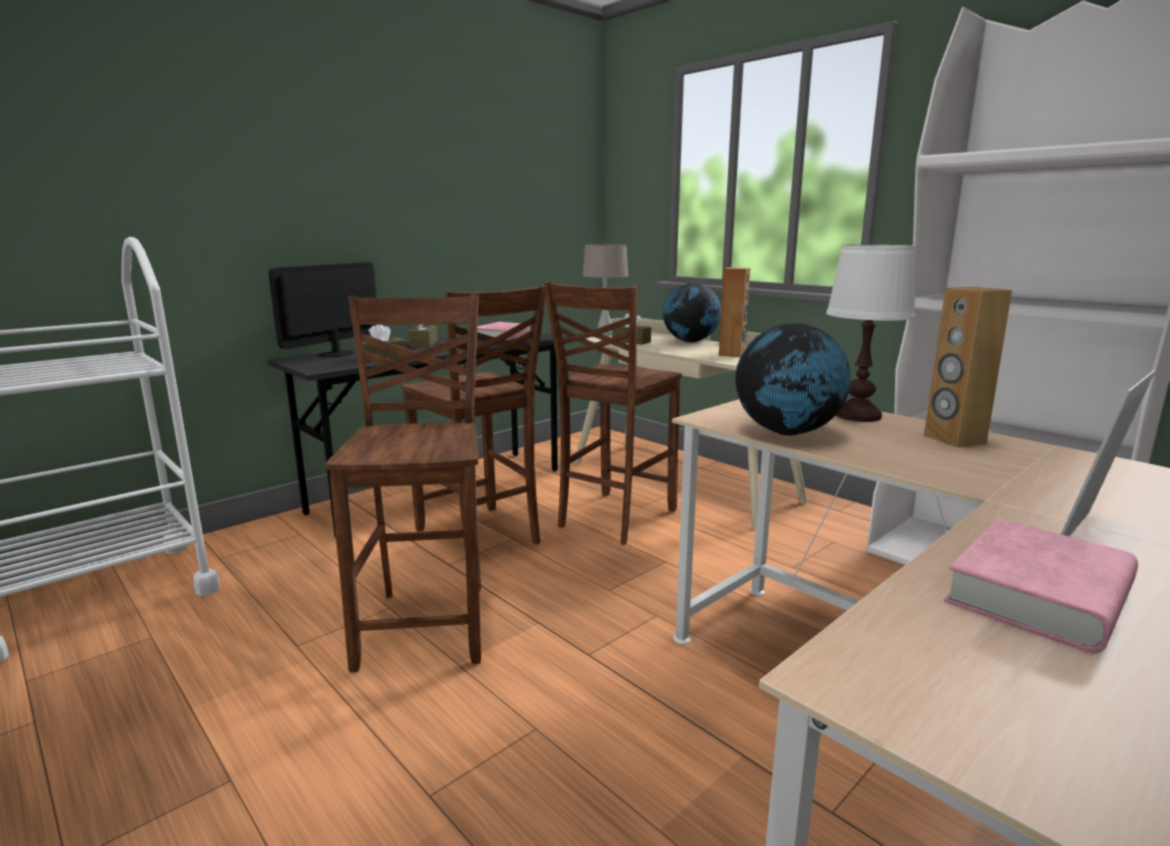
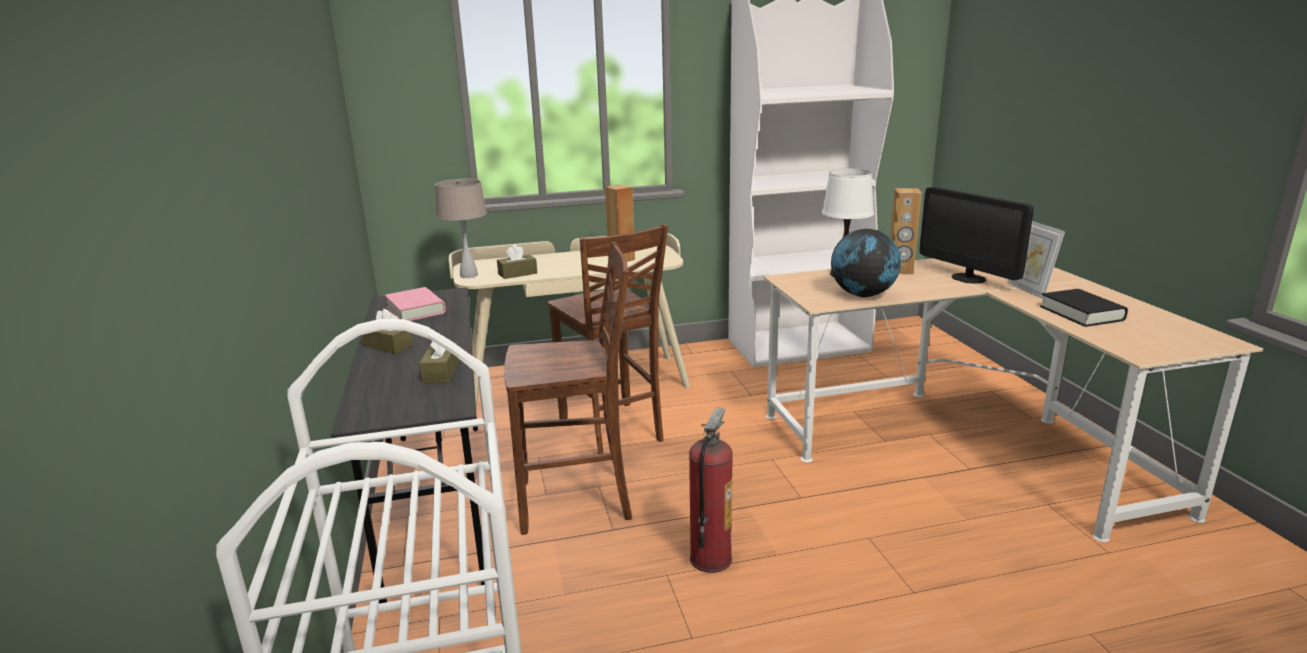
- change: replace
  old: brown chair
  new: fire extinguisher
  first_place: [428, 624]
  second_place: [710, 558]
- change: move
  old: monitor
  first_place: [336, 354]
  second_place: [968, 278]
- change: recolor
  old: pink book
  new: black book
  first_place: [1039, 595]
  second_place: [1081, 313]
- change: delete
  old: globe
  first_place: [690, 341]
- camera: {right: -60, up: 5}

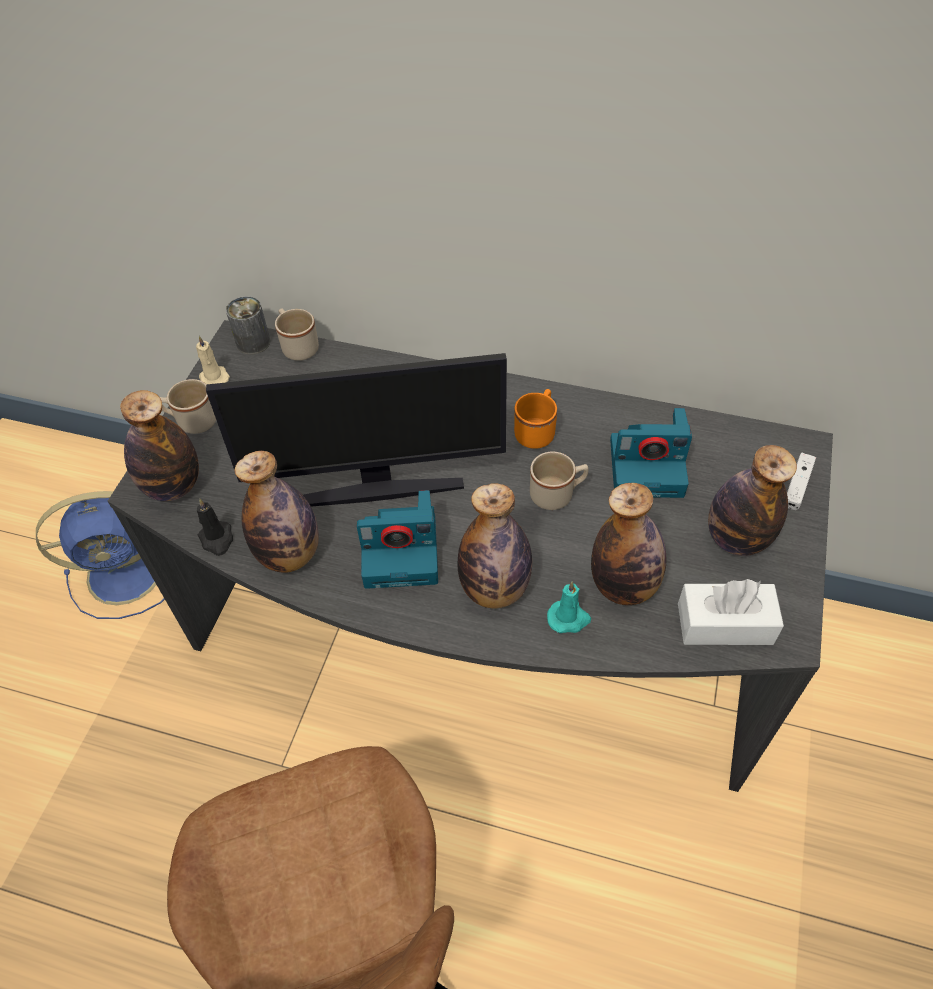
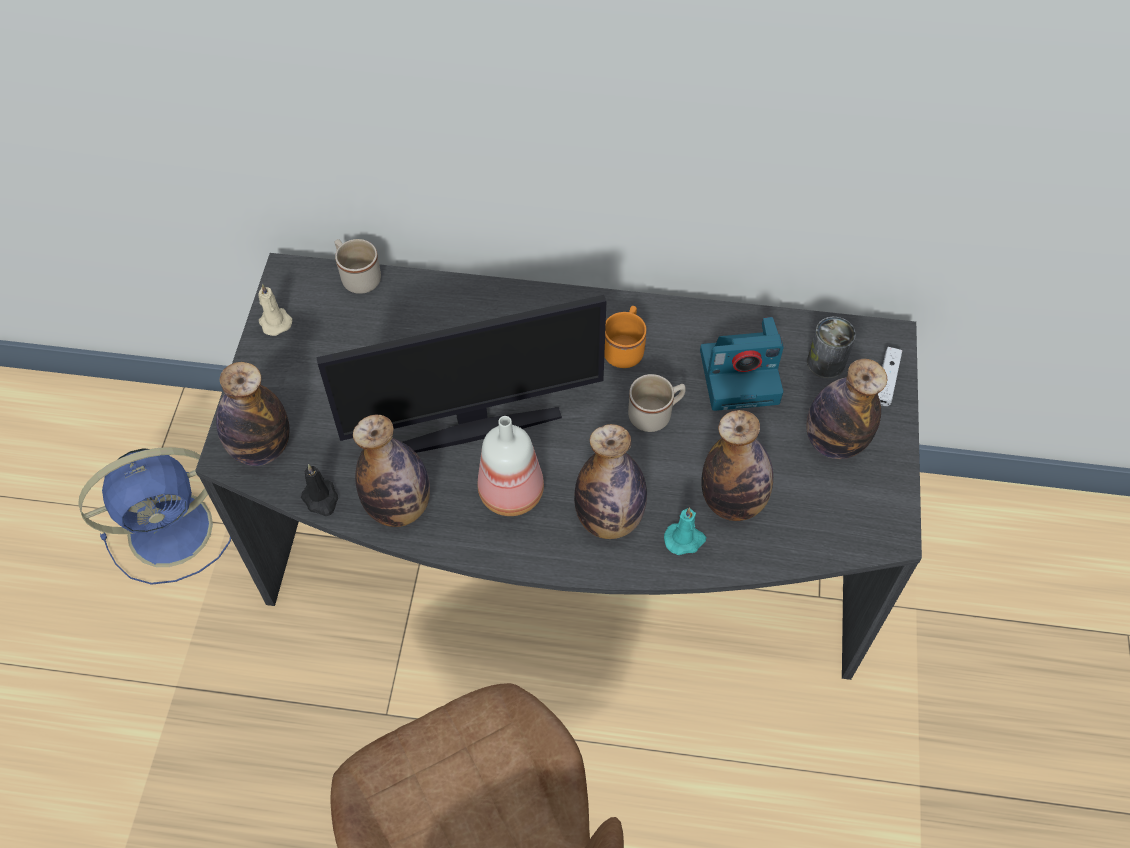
- change: replace
  old: photo camera
  new: bottle
  first_place: [403, 551]
  second_place: [512, 490]
- change: move
  old: can
  first_place: [253, 342]
  second_place: [826, 362]
- change: delete
  old: beige mug
  first_place: [191, 421]
- change: delete
  old: white tissue box
  first_place: [724, 624]
- camera: {right: -10, up: 5}

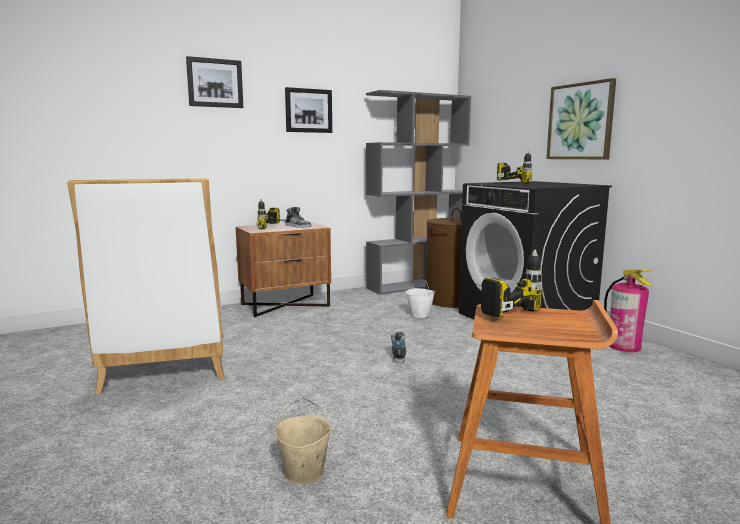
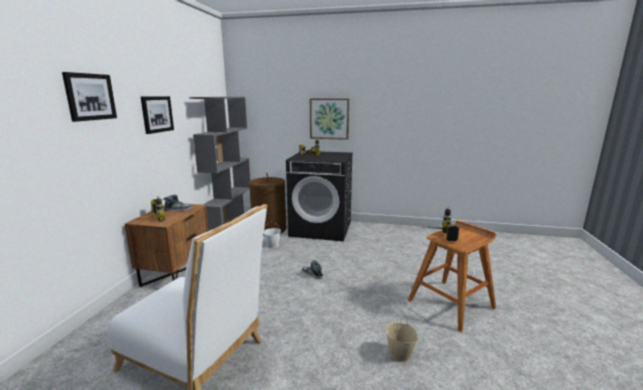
- change: delete
  old: fire extinguisher
  first_place: [624, 346]
- camera: {right: -50, up: 5}

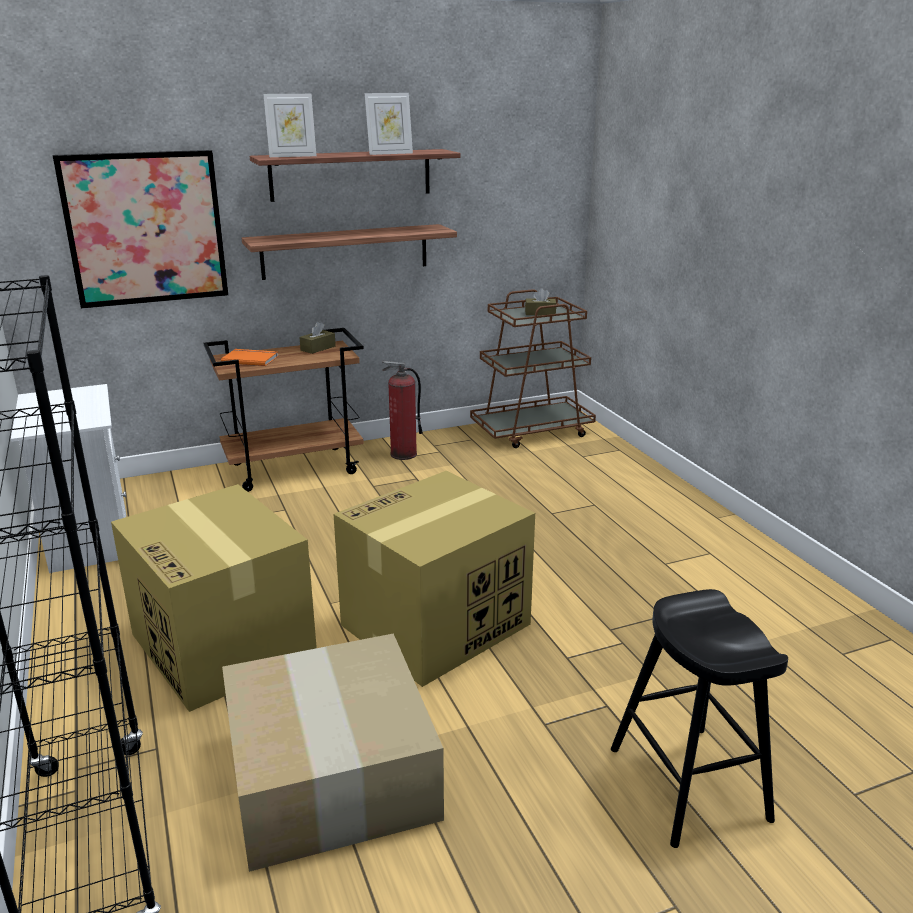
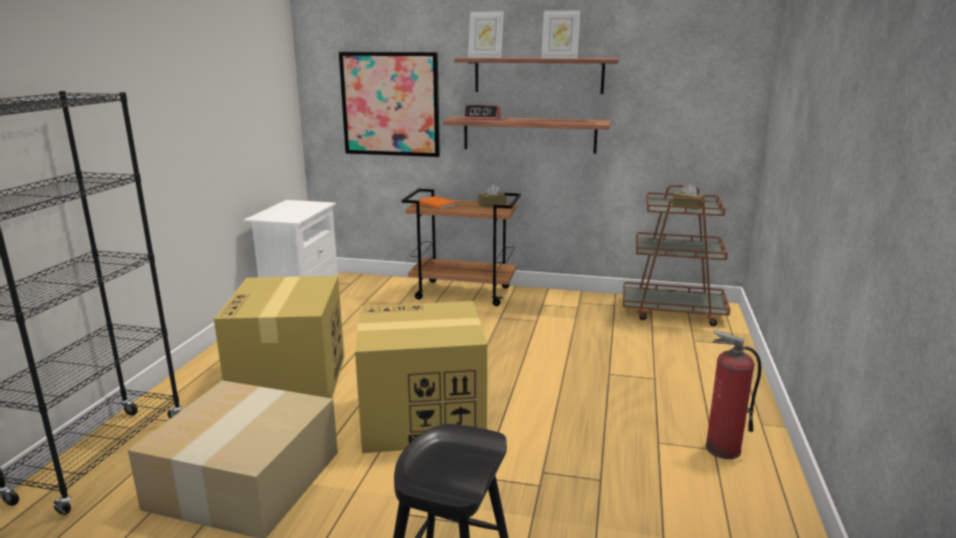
- change: insert
  new: alarm clock
  second_place: [482, 118]
- change: move
  old: fire extinguisher
  first_place: [403, 454]
  second_place: [722, 449]
- camera: {right: 35, up: -5}

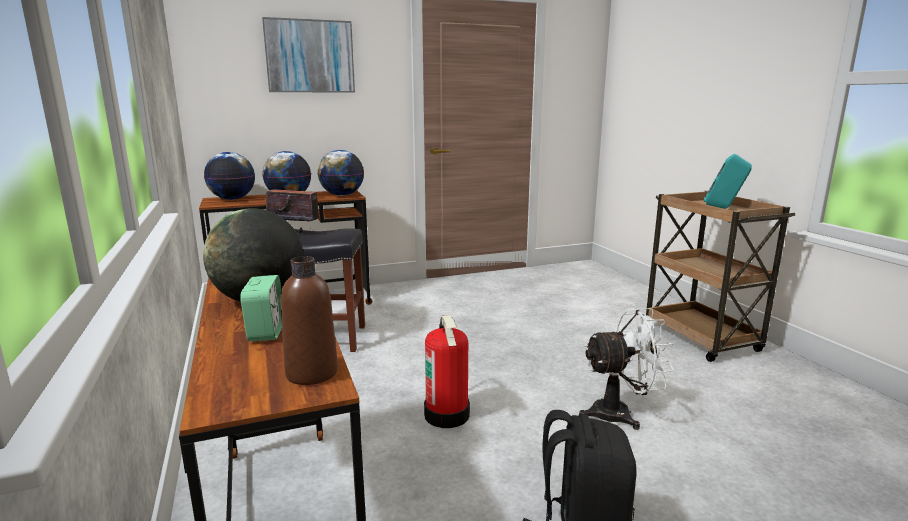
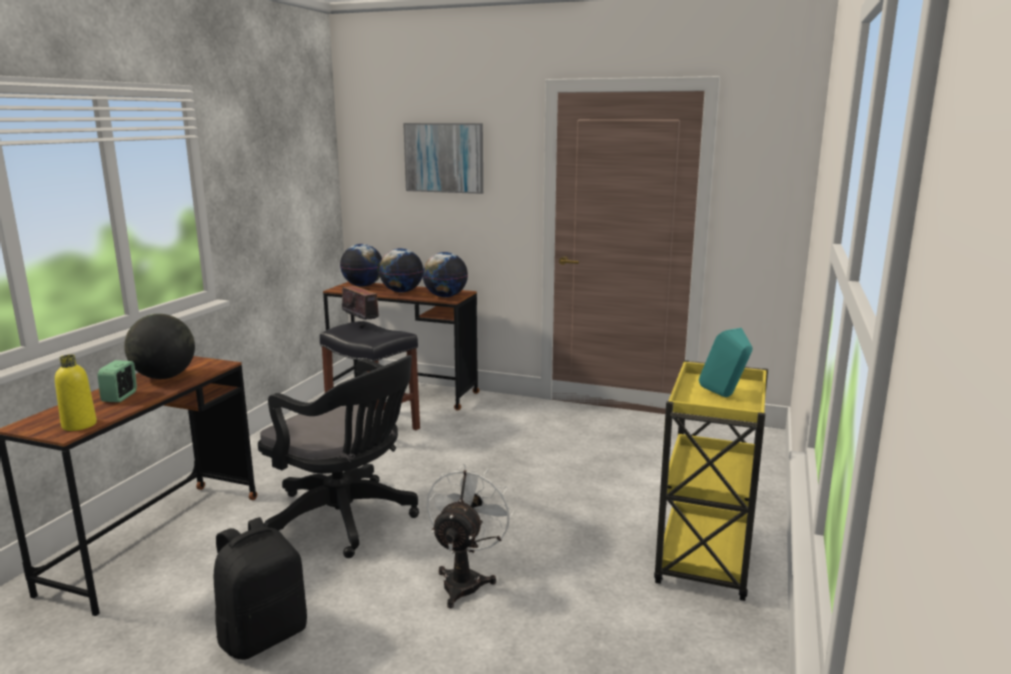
- change: recolor
  old: brown bottle
  new: yellow bottle
  first_place: [312, 373]
  second_place: [79, 425]
- change: rotate
  old: alarm clock
  first_place: [266, 332]
  second_place: [120, 397]
  degrees: 150
- change: replace
  old: fire extinguisher
  new: black office chair
  first_place: [447, 415]
  second_place: [347, 520]
- change: rotate
  old: white fan
  first_place: [620, 413]
  second_place: [465, 580]
  degrees: -105
- change: recolor
  old: brown cart
  new: yellow cart
  first_place: [701, 338]
  second_place: [705, 559]
- camera: {right: 40, up: 0}

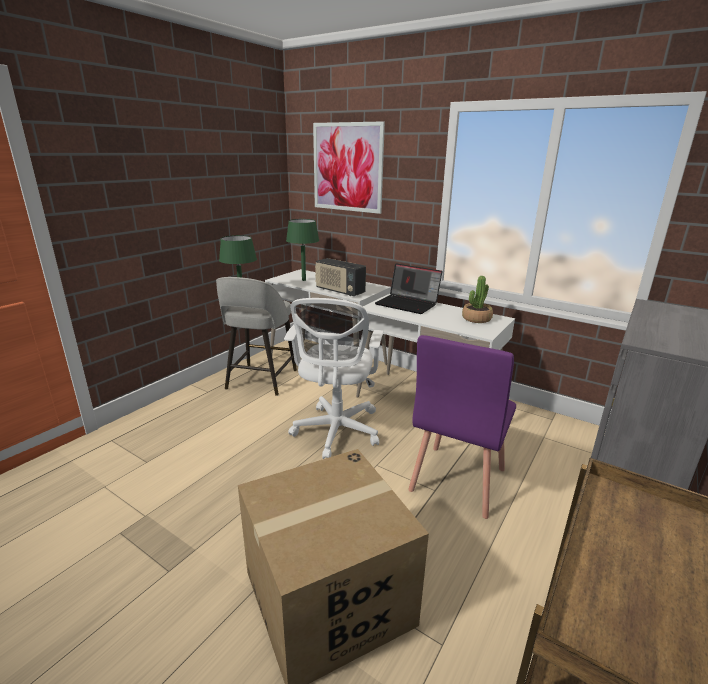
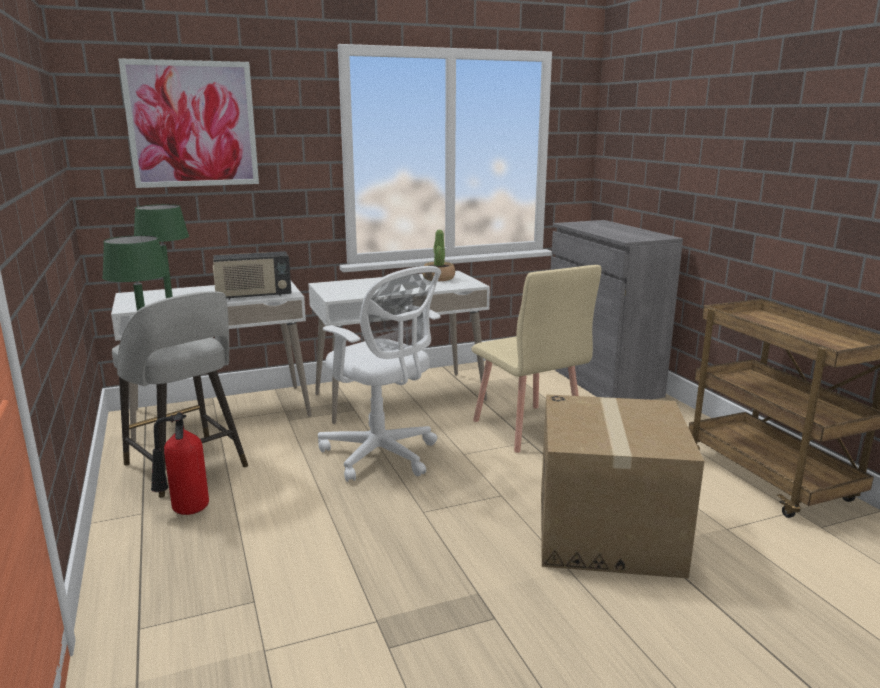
- change: insert
  new: fire extinguisher
  second_place: [185, 512]
- change: recolor
  old: purple chair
  new: beige chair
  first_place: [456, 480]
  second_place: [527, 428]
- change: delete
  old: laptop
  first_place: [408, 304]
- camera: {right: -55, up: -5}

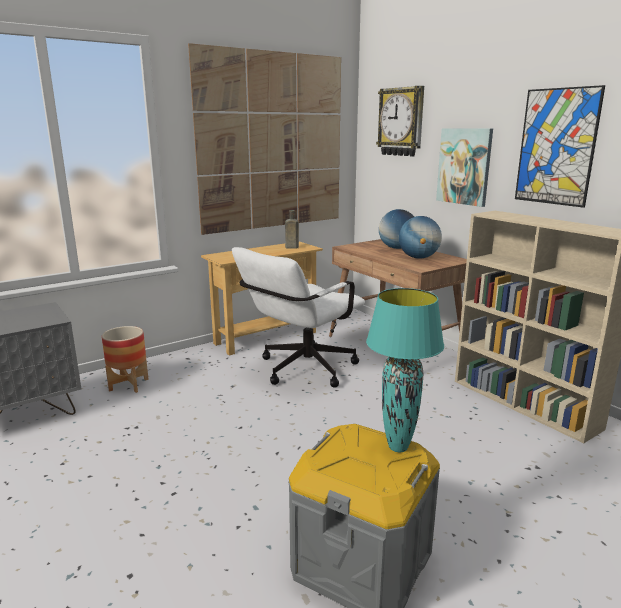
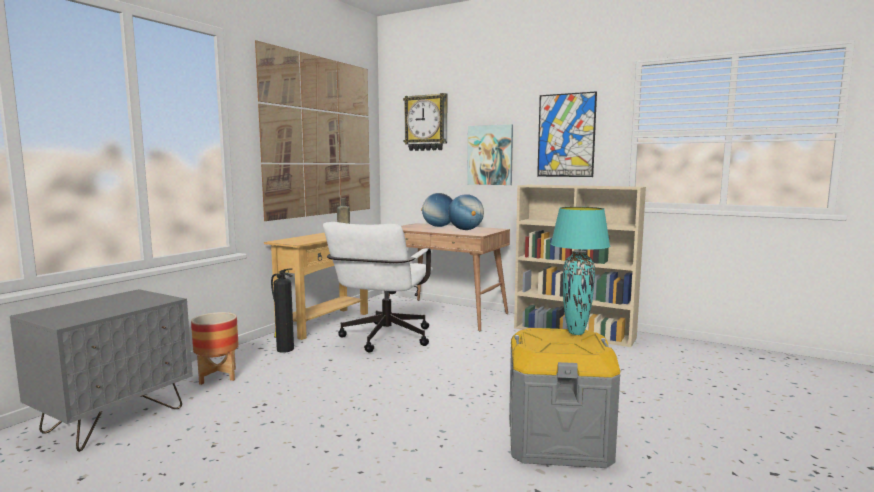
- change: insert
  new: fire extinguisher
  second_place: [284, 349]
- camera: {right: -25, up: -10}

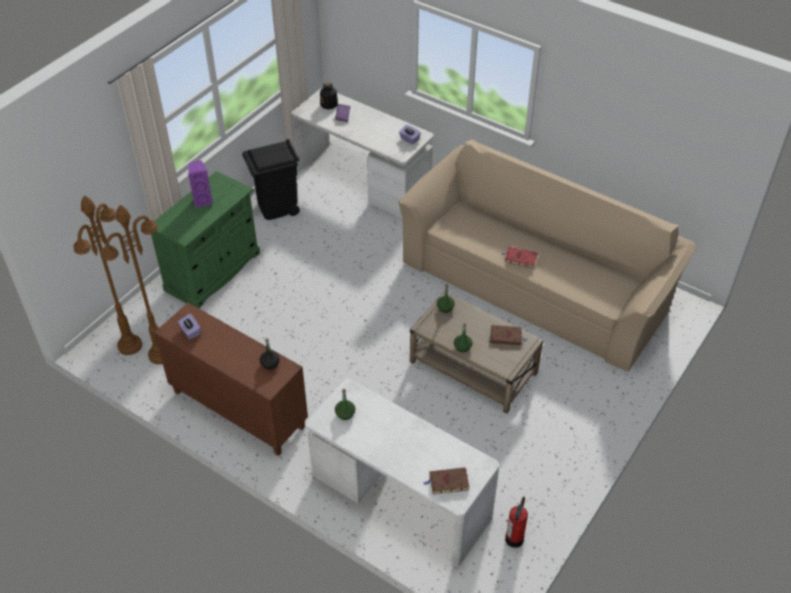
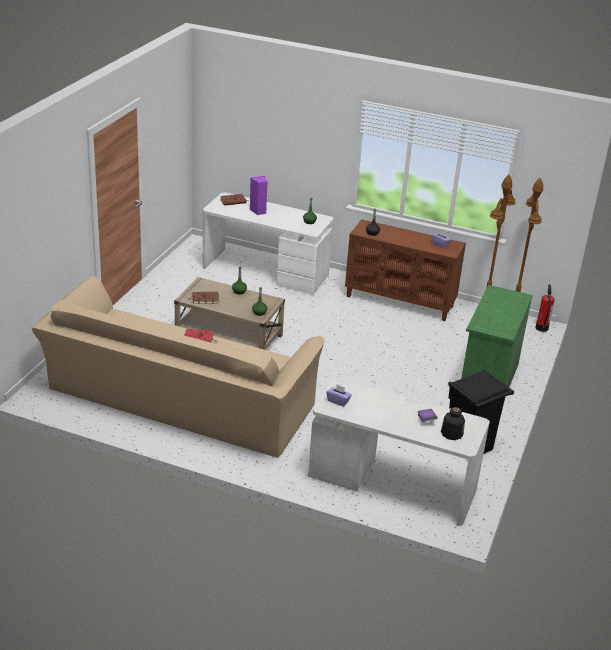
- change: move
  old: purple speaker
  first_place: [203, 201]
  second_place: [258, 211]
- change: move
  old: fire extinguisher
  first_place: [514, 539]
  second_place: [541, 328]
- camera: {right: 165, up: -15}

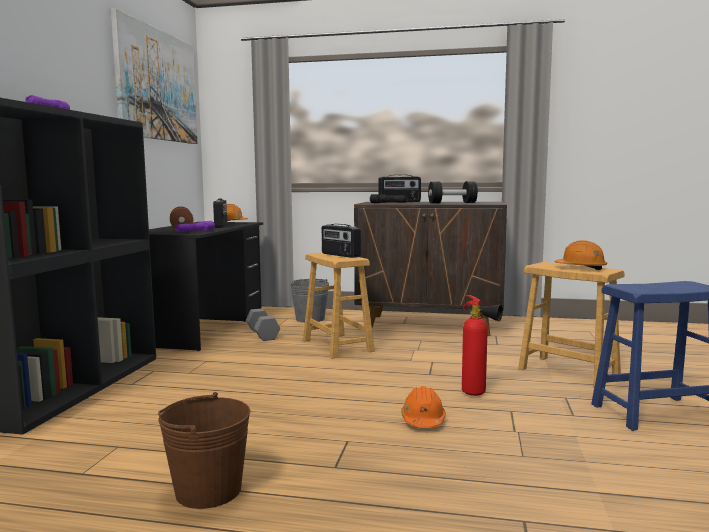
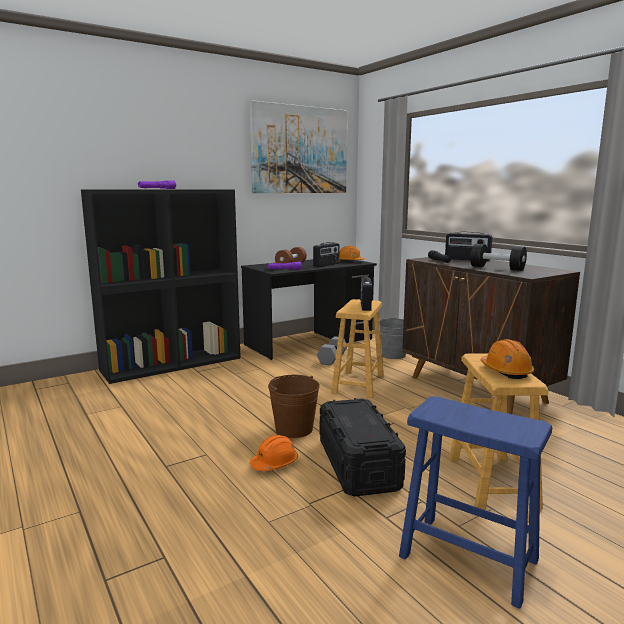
- change: move
  old: brown bucket
  first_place: [208, 490]
  second_place: [294, 429]
- change: replace
  old: fire extinguisher
  new: black storage box
  first_place: [479, 395]
  second_place: [358, 464]
- camera: {right: 45, up: 5}

